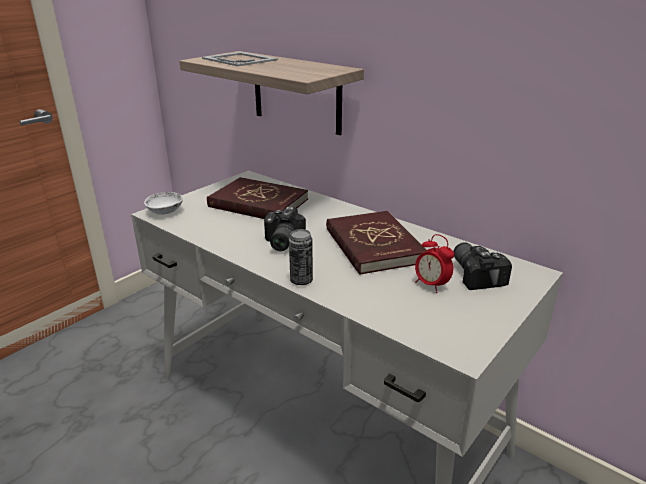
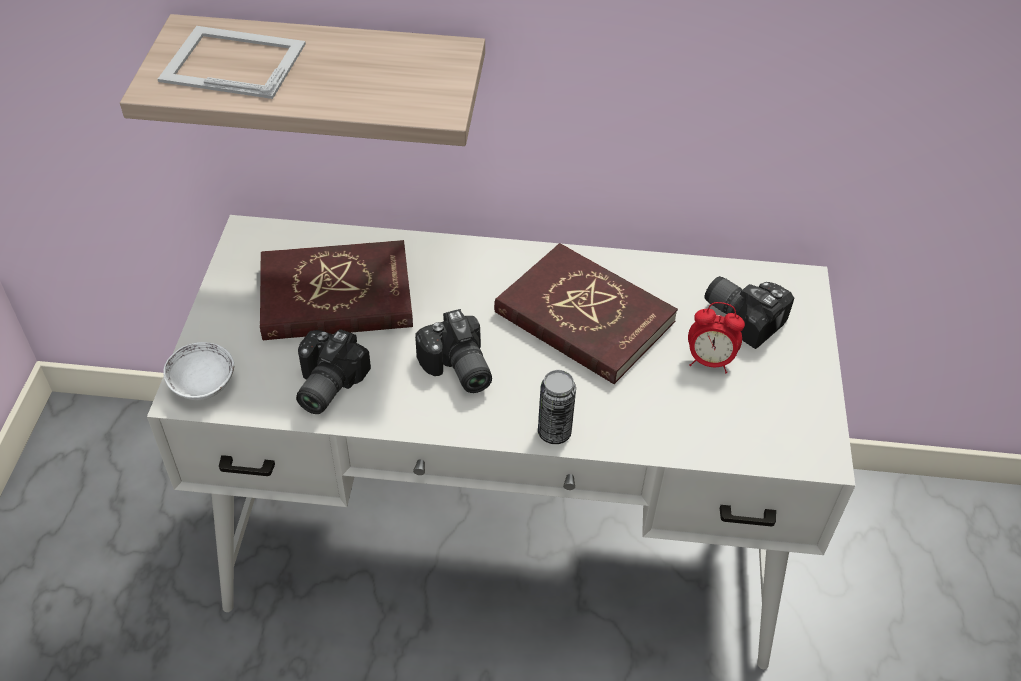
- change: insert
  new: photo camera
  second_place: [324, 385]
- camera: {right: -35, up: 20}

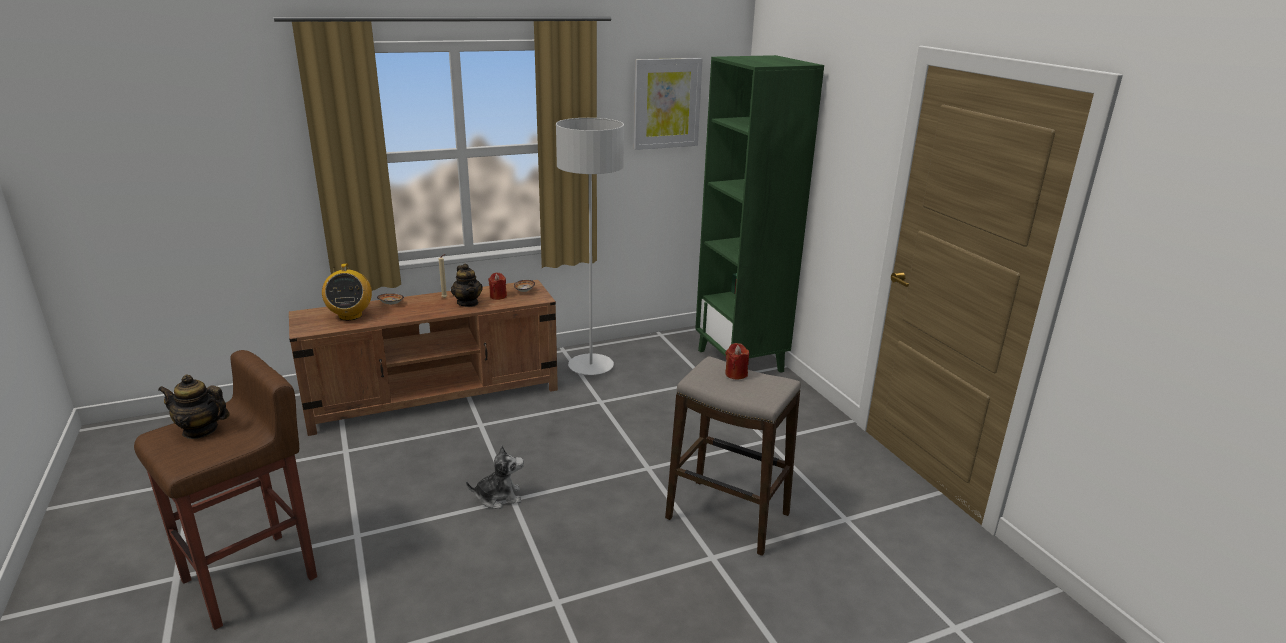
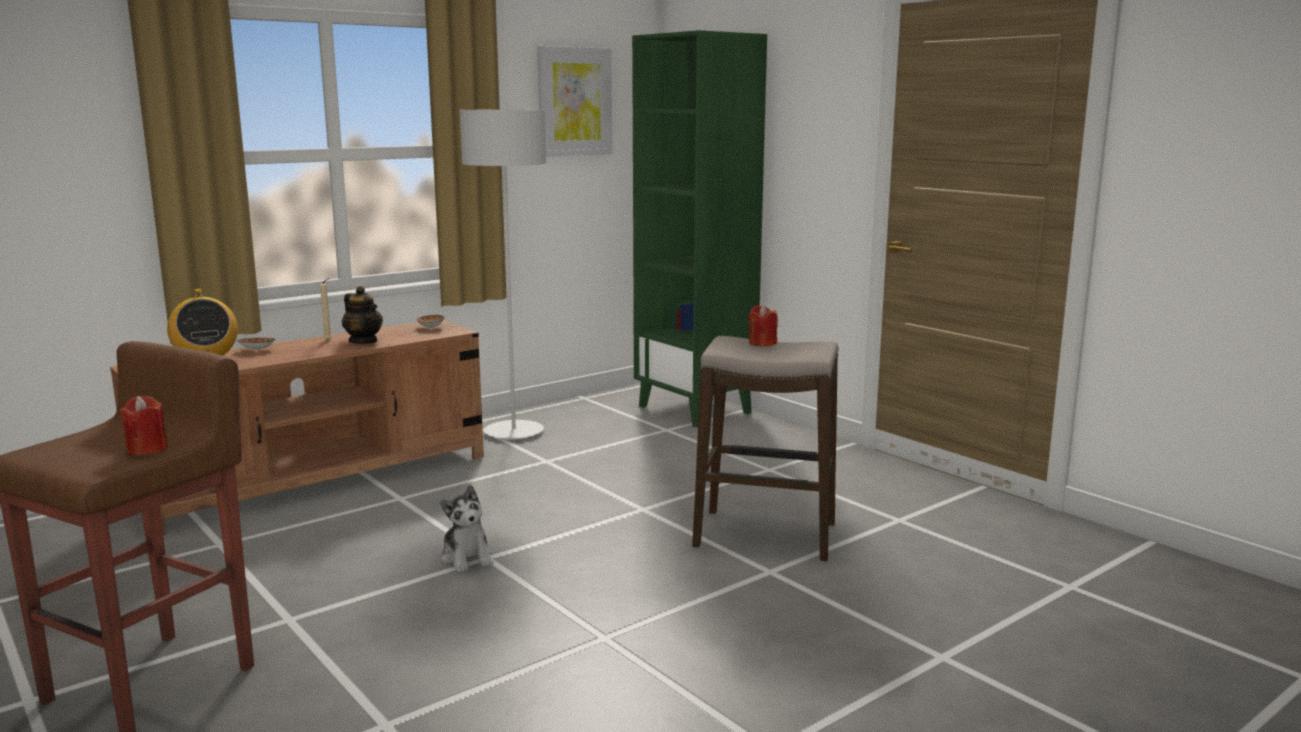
- change: move
  old: red candle
  first_place: [498, 296]
  second_place: [147, 449]
- change: rotate
  old: plush toy
  first_place: [499, 497]
  second_place: [467, 558]
  degrees: 90
- change: delete
  old: teapot
  first_place: [200, 430]
- camera: {right: -15, up: -10}

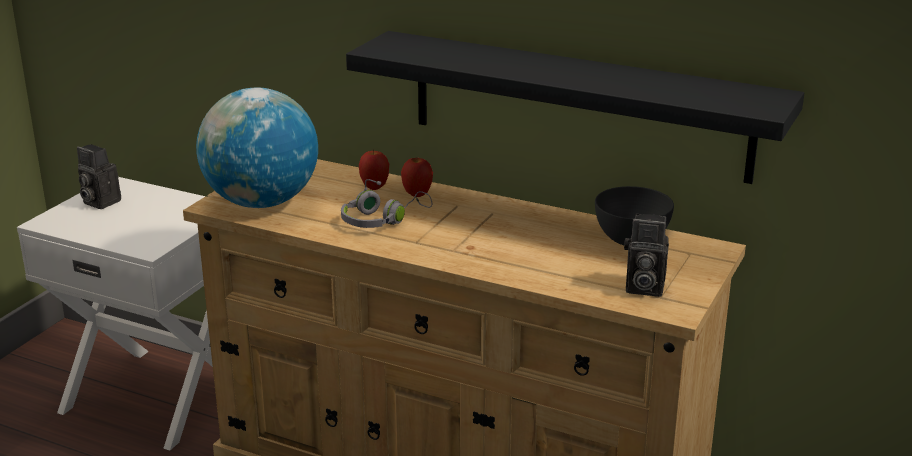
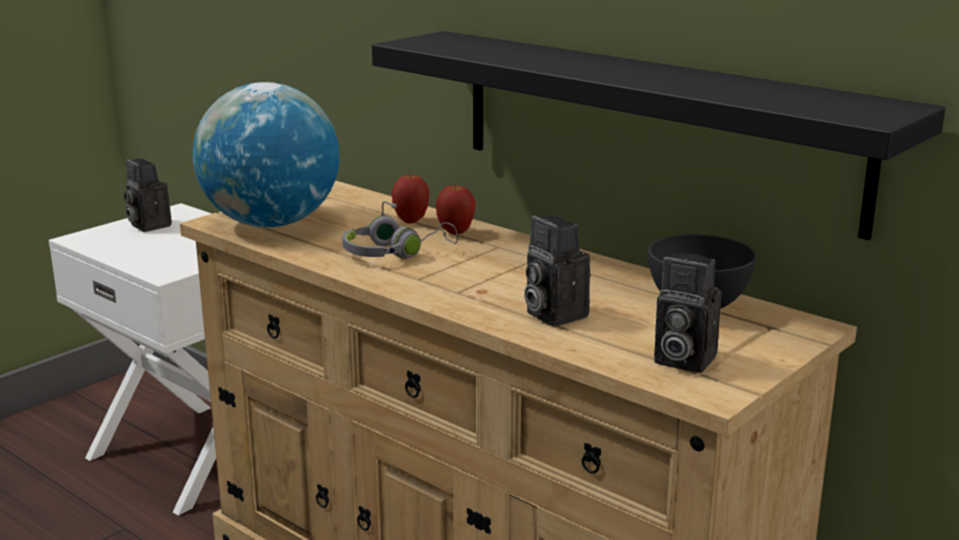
- change: insert
  new: photo camera
  second_place: [552, 314]
- camera: {right: 15, up: -5}

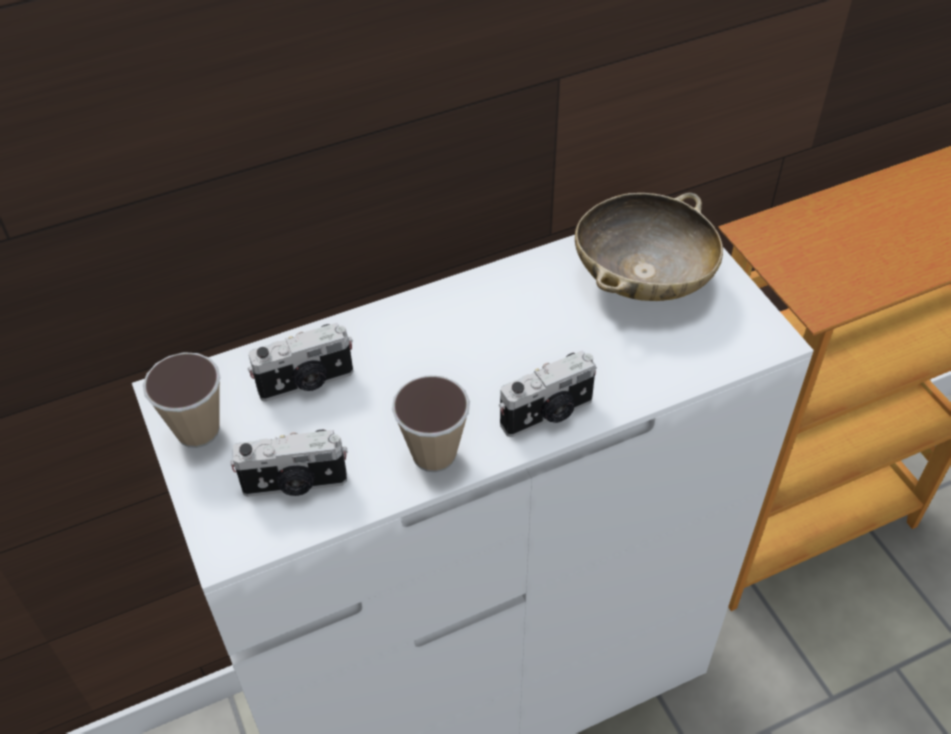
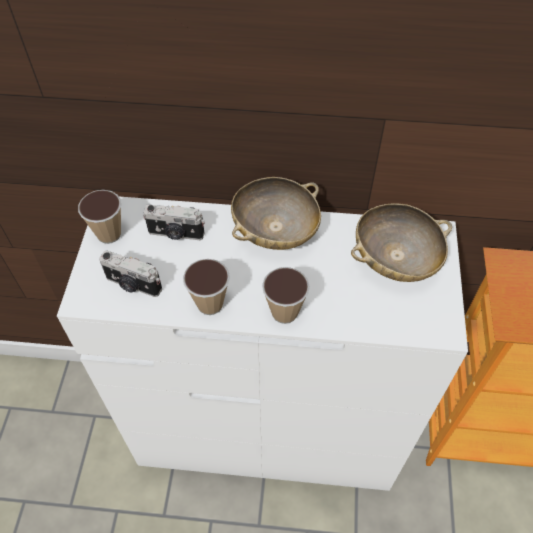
- change: insert
  new: beige bowl
  second_place: [275, 231]
- change: replace
  old: photo camera
  new: cup
  first_place: [548, 414]
  second_place: [284, 312]
- camera: {right: 30, up: 5}

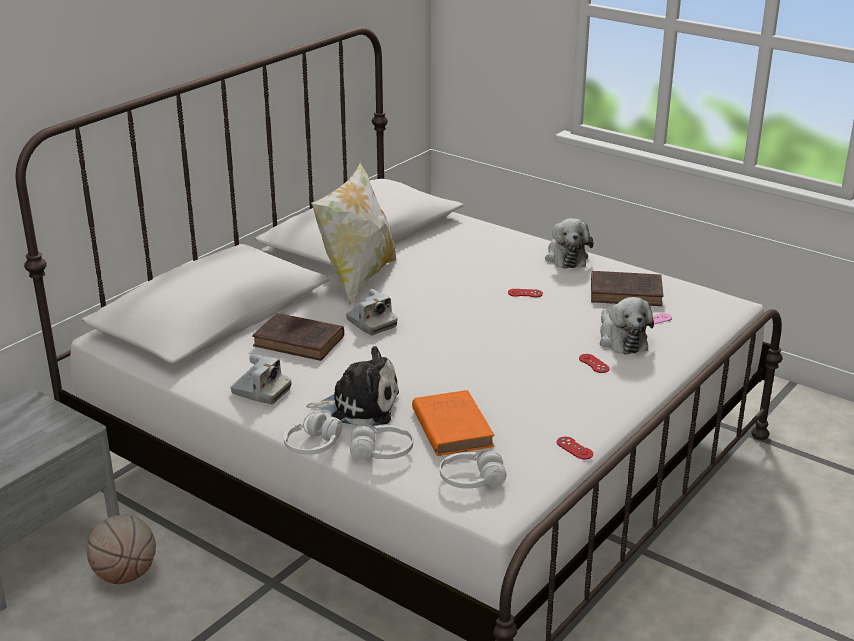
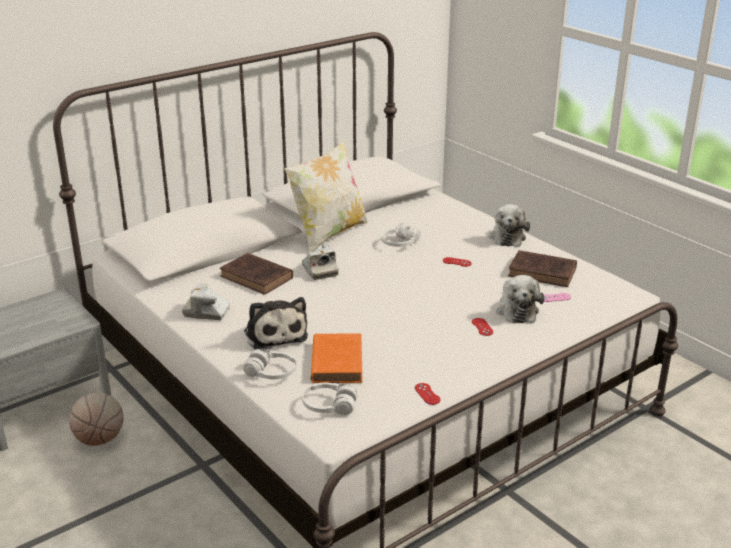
- change: rotate
  old: photo camera
  first_place: [261, 391]
  second_place: [206, 312]
  degrees: 150
- change: rotate
  old: plush toy
  first_place: [360, 406]
  second_place: [275, 334]
  degrees: 45
- change: move
  old: white headphones
  first_place: [313, 445]
  second_place: [400, 244]
- camera: {right: 15, up: 0}

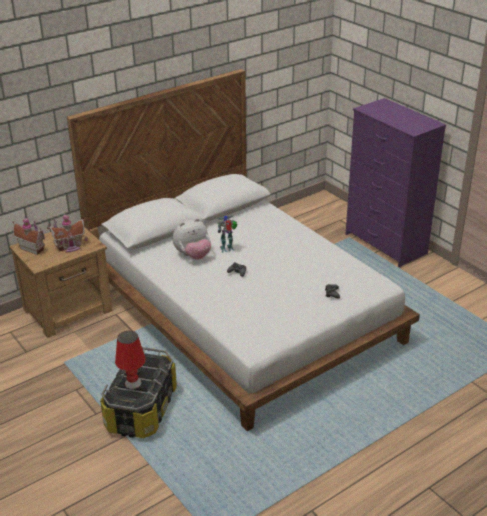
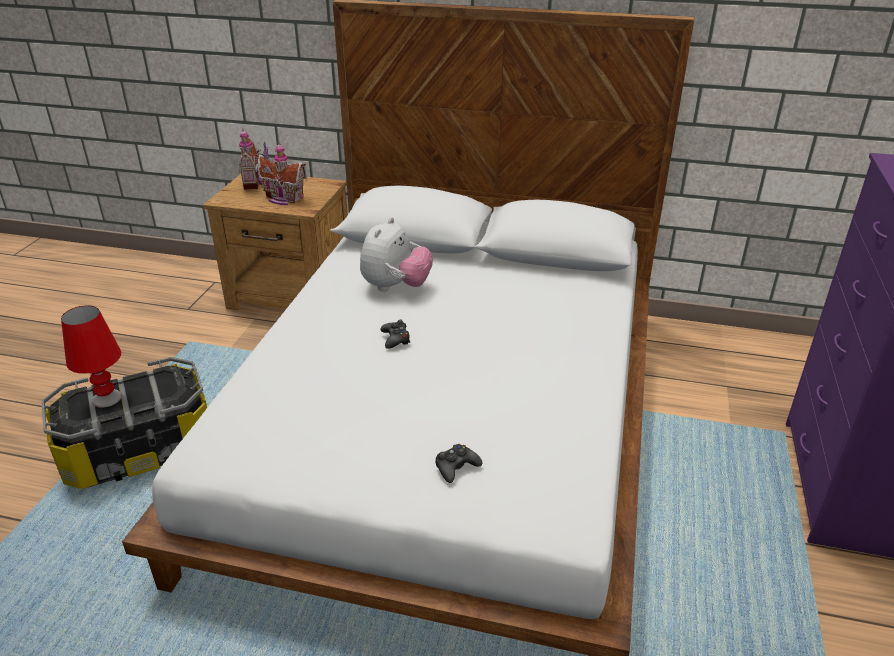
- change: rotate
  old: plush toy
  first_place: [193, 256]
  second_place: [395, 287]
  degrees: -90
- change: delete
  old: toy robot
  first_place: [227, 249]
- camera: {right: 50, up: 0}

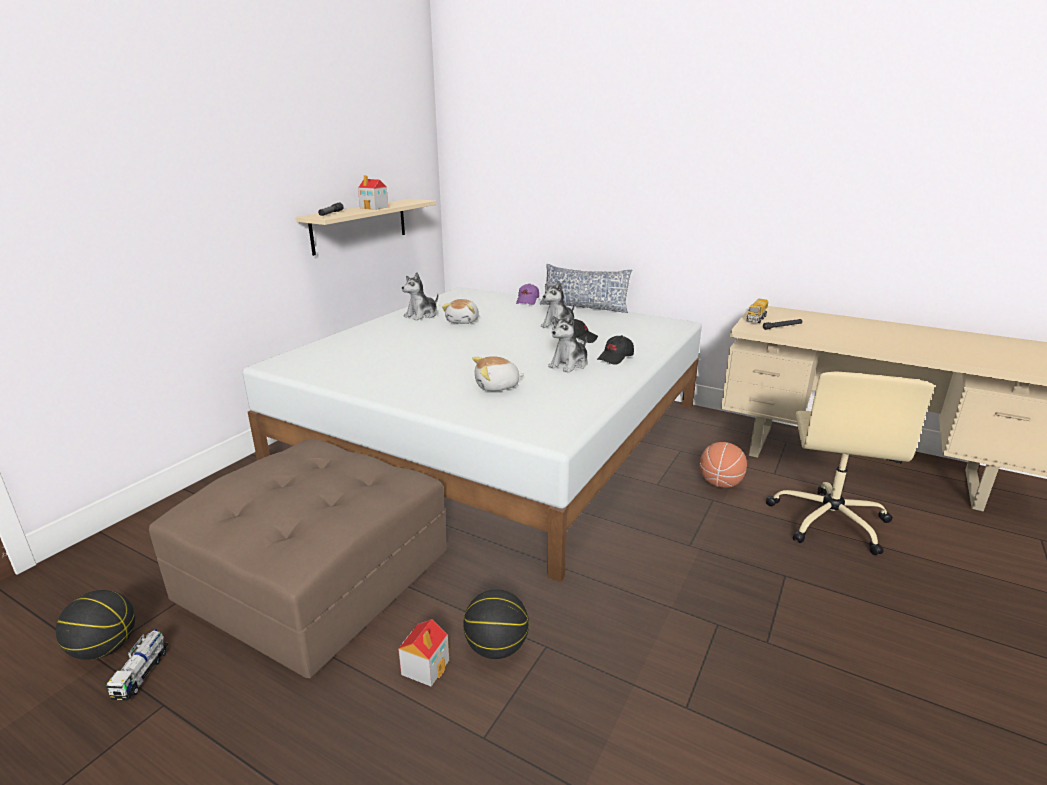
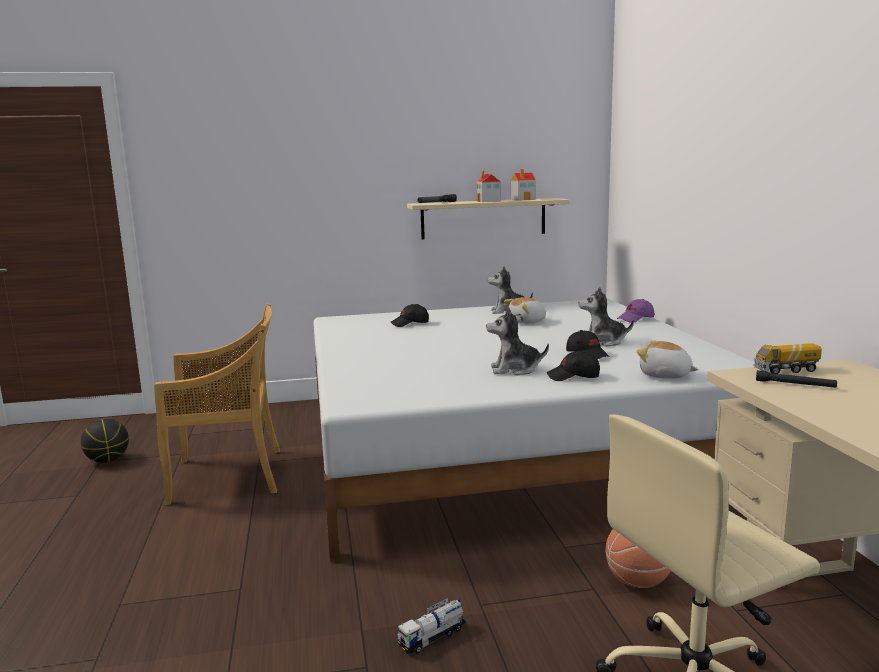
- change: replace
  old: brown ottoman
  new: beige chair
  first_place: [316, 574]
  second_place: [230, 475]
- change: insert
  new: black cap
  second_place: [410, 324]
- change: move
  old: toy truck
  first_place: [142, 673]
  second_place: [432, 637]
- change: move
  old: toy house
  first_place: [425, 666]
  second_place: [523, 199]
- change: move
  old: plush toy
  first_place: [497, 386]
  second_place: [665, 375]
- change: delete
  old: basketball
  first_place: [496, 647]
- change: delete
  old: pillow
  first_place: [584, 307]
- camera: {right: 50, up: -10}

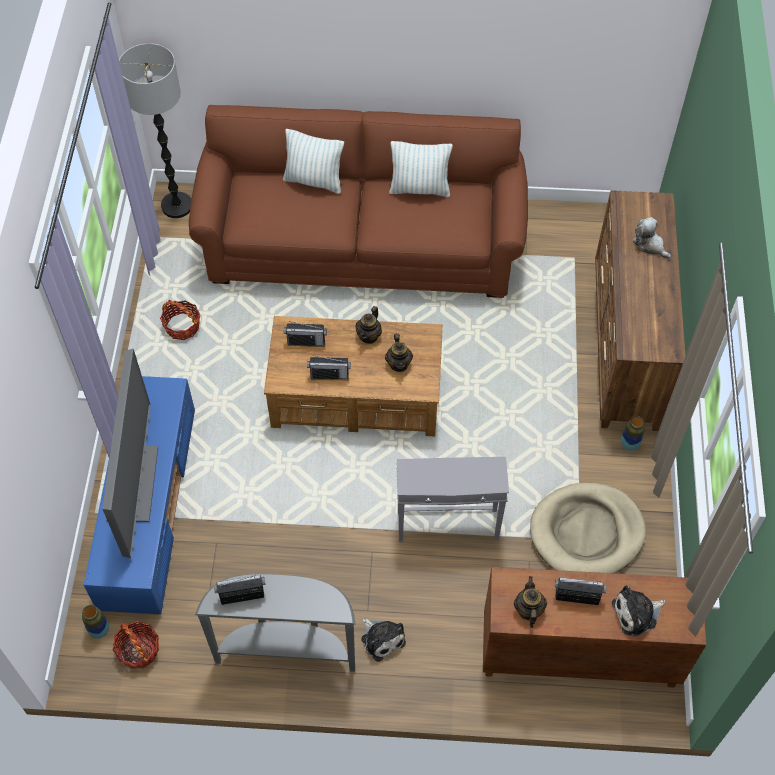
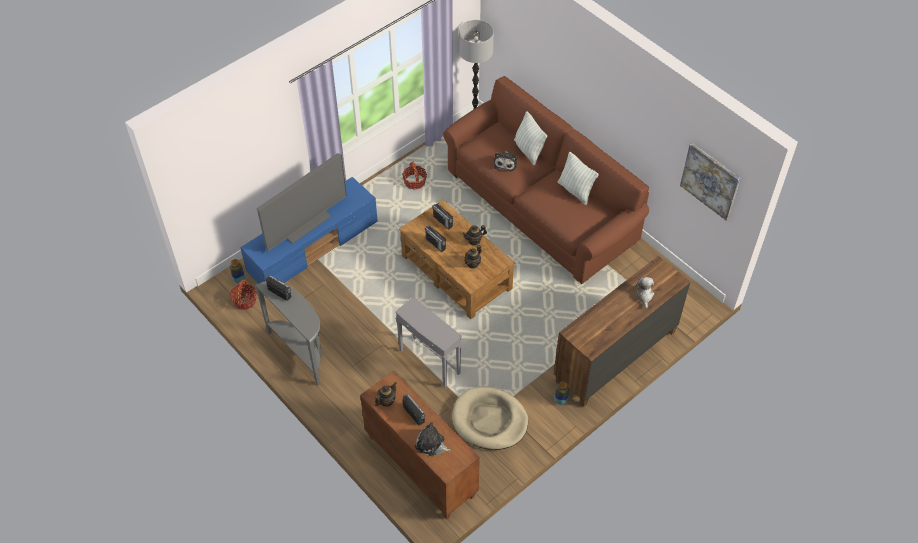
- change: move
  old: plush toy
  first_place: [382, 638]
  second_place: [506, 163]
- change: insert
  new: picture
  second_place: [710, 181]
- camera: {right: 45, up: -5}

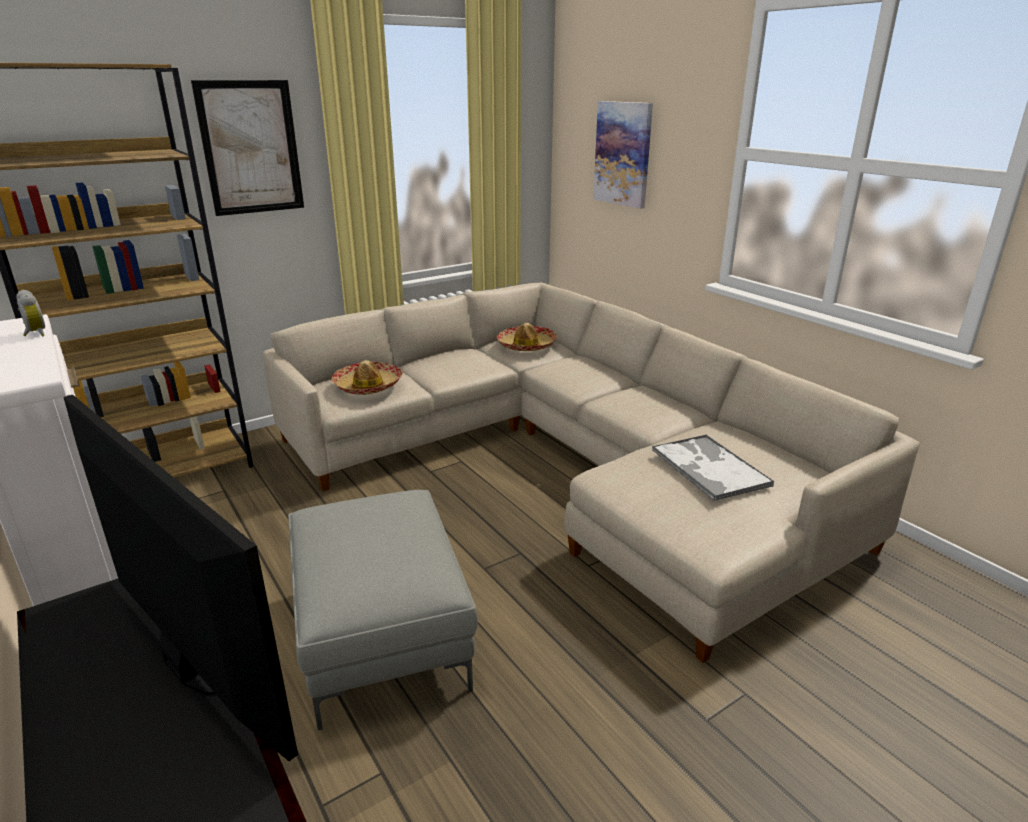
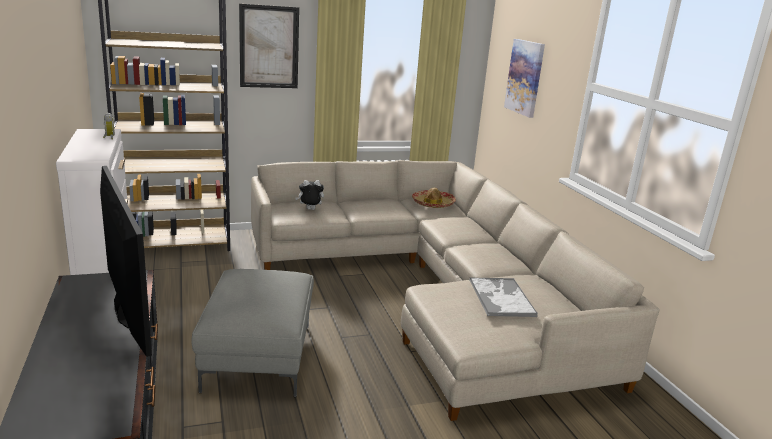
- change: replace
  old: hat
  new: plush toy
  first_place: [368, 386]
  second_place: [310, 210]
- camera: {right: 15, up: -5}

